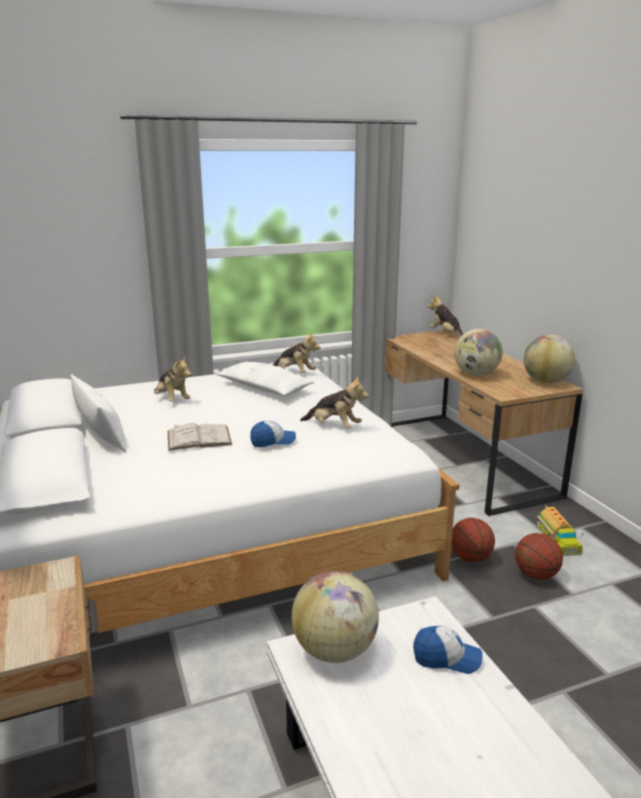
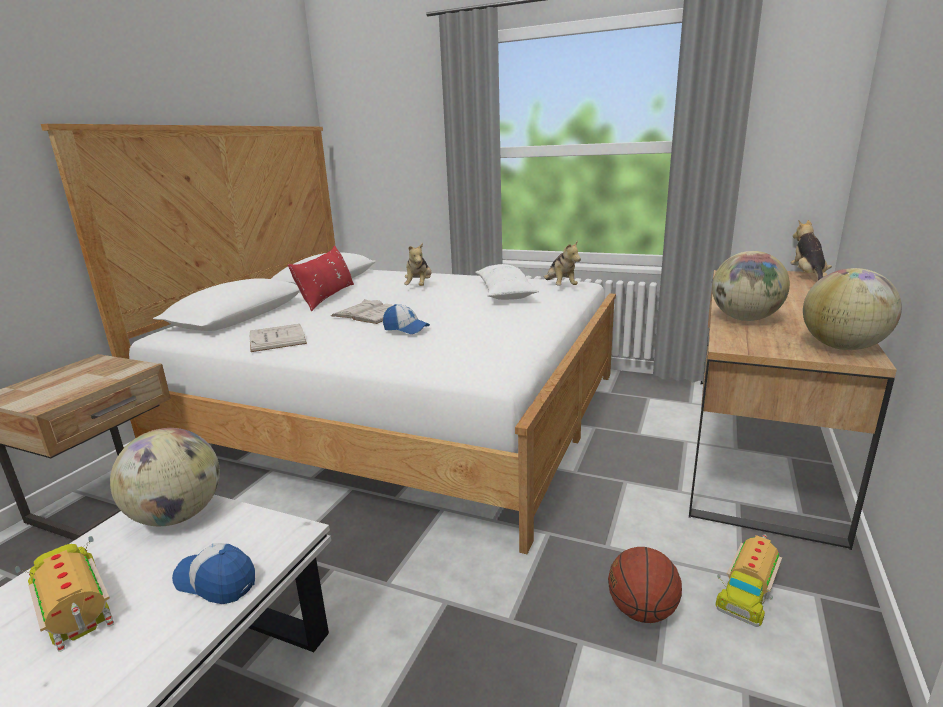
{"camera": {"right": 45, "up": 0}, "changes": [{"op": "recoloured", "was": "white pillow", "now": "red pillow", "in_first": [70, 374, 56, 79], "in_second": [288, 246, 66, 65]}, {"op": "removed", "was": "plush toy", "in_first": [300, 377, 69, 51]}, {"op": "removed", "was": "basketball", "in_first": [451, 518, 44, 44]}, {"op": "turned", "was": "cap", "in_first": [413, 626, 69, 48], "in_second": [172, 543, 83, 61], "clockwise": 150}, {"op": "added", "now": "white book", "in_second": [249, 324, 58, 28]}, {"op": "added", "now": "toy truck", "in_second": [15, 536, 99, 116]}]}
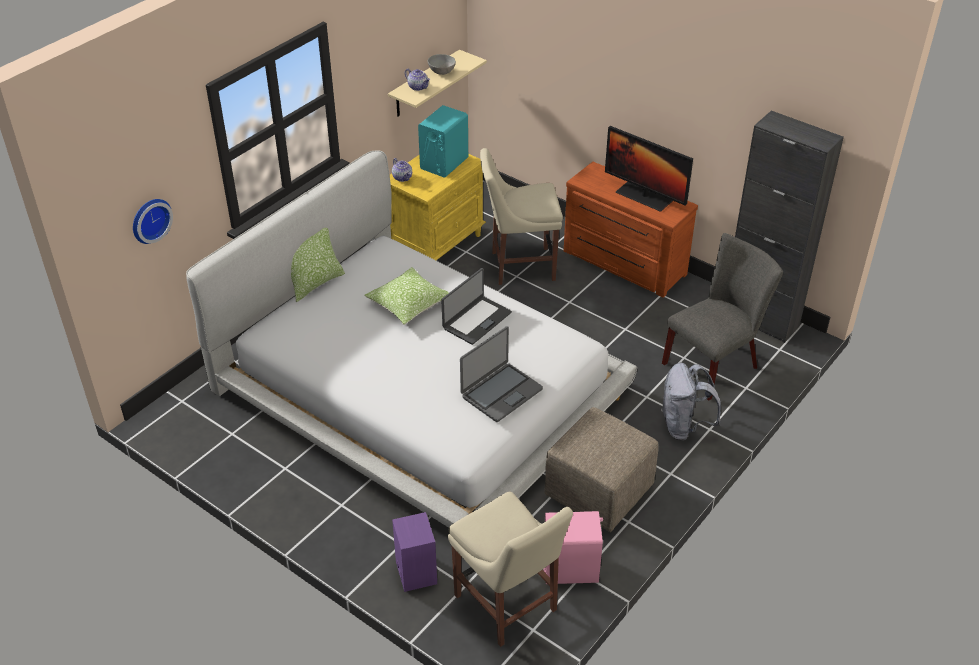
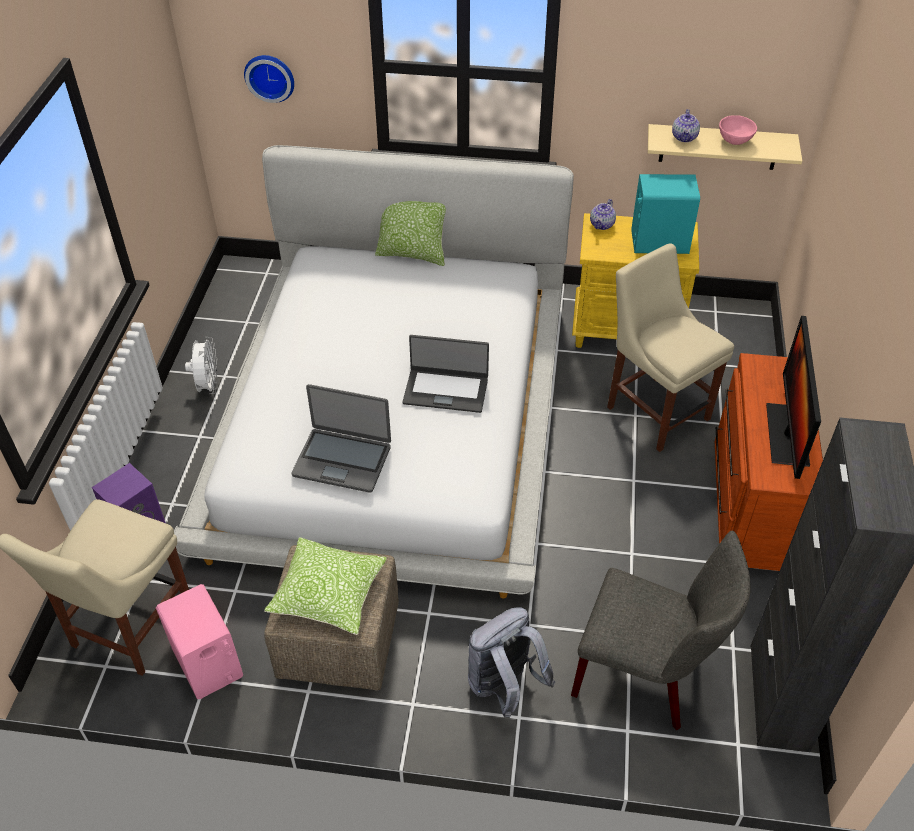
{"camera": {"right": 60, "up": 5}, "changes": [{"op": "recoloured", "was": "grey bowl", "now": "pink bowl", "in_first": [428, 54, 28, 21], "in_second": [719, 115, 38, 30]}, {"op": "moved", "was": "pillow", "in_first": [364, 267, 85, 58], "in_second": [264, 537, 123, 98]}, {"op": "added", "now": "white fan", "in_second": [185, 337, 33, 57]}]}
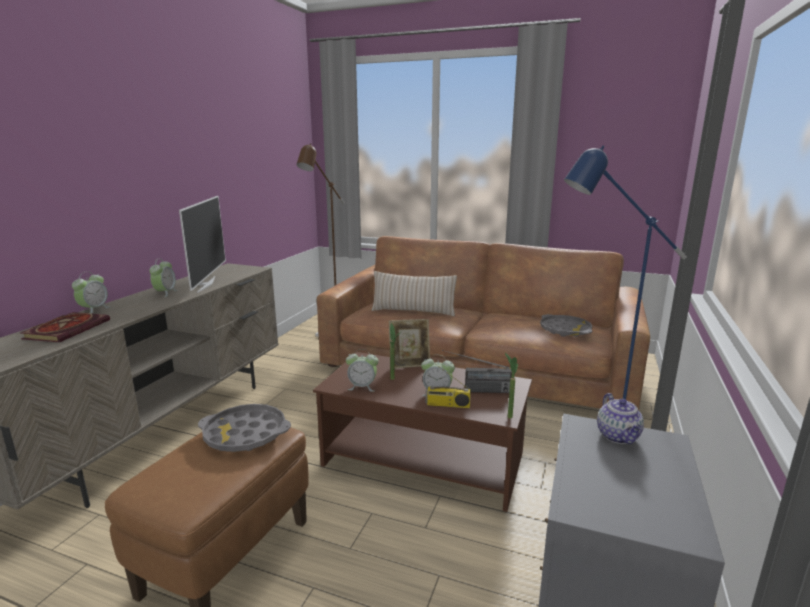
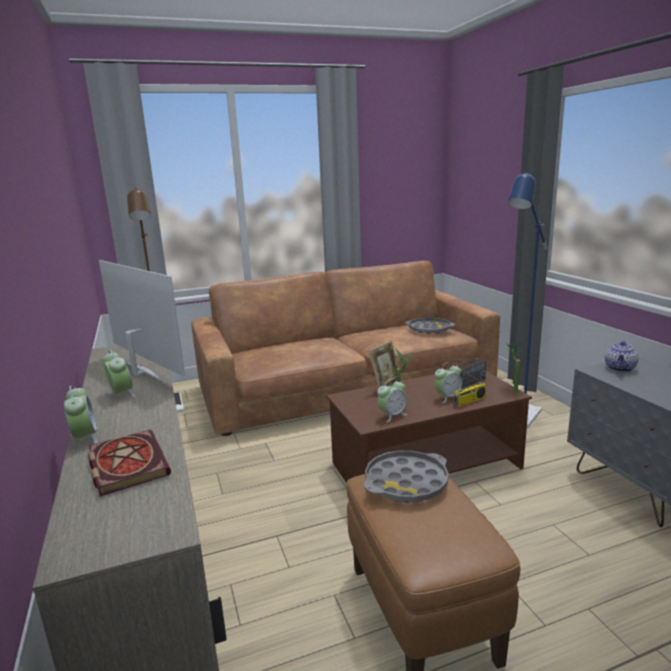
{"camera": {"right": -40, "up": 0}, "changes": [{"op": "removed", "was": "beige pillow", "in_first": [371, 271, 86, 45]}, {"op": "turned", "was": "teapot", "in_first": [597, 393, 47, 51], "in_second": [605, 341, 34, 31], "clockwise": 75}]}
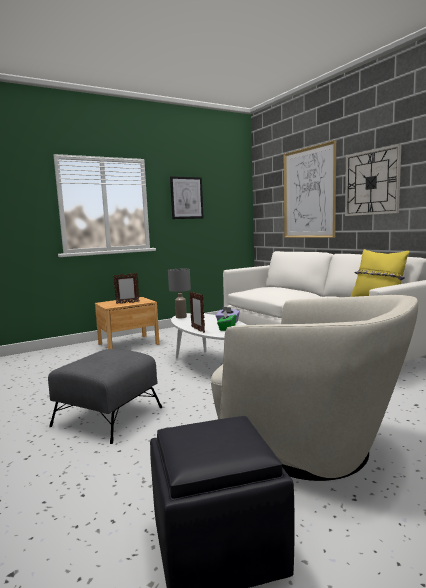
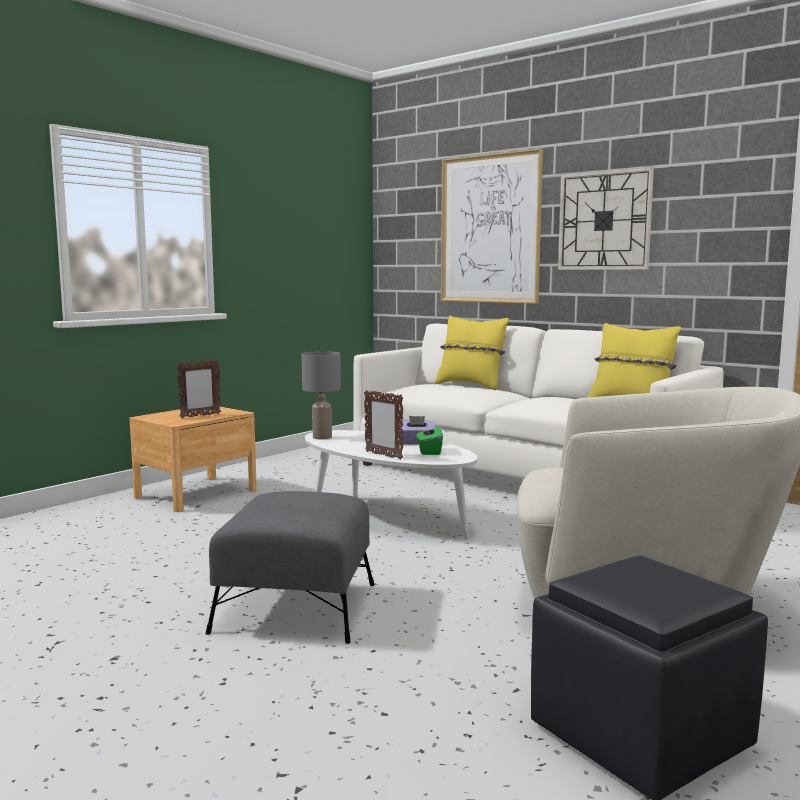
{"camera": {"right": -20, "up": 0}, "changes": [{"op": "removed", "was": "picture", "in_first": [170, 176, 34, 43]}, {"op": "added", "now": "yellow pillow", "in_second": [435, 316, 74, 74]}]}
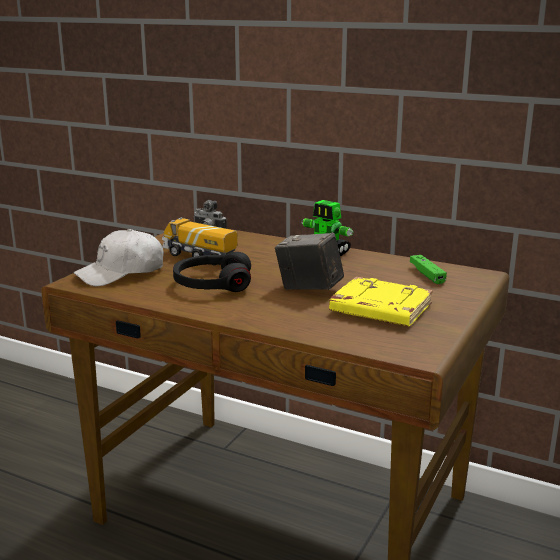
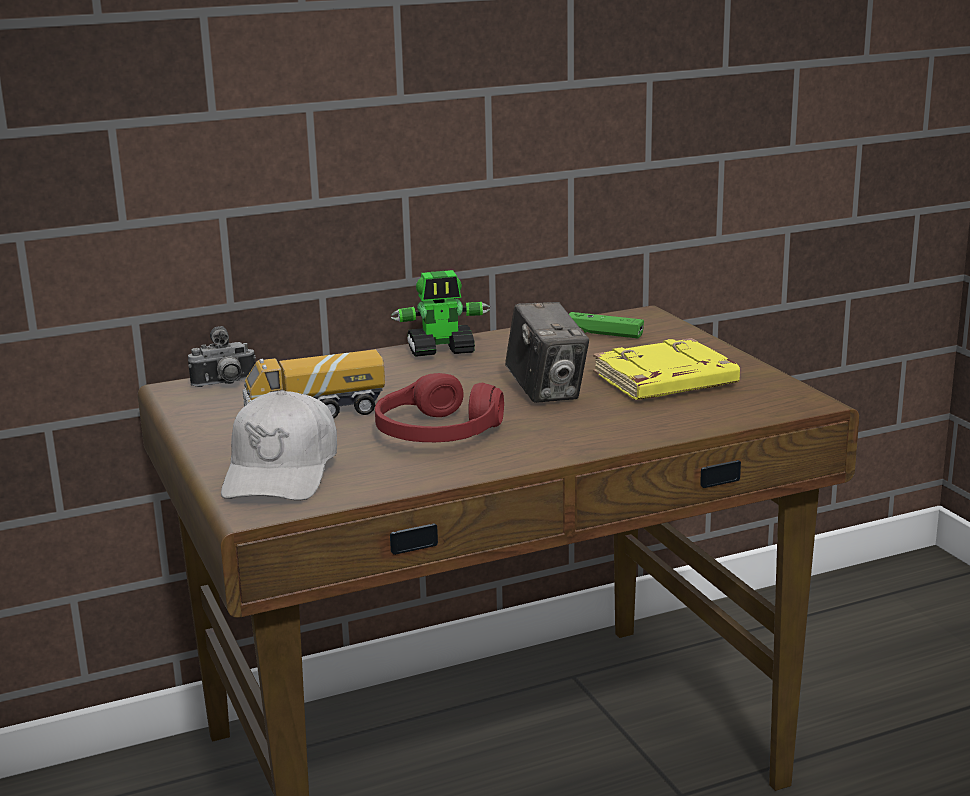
{"camera": {"right": -50, "up": 0}, "changes": [{"op": "turned", "was": "photo camera", "in_first": [275, 232, 69, 58], "in_second": [505, 302, 84, 101], "clockwise": -90}, {"op": "recoloured", "was": "black headphones", "now": "red headphones", "in_first": [173, 252, 78, 40], "in_second": [375, 373, 129, 69]}]}
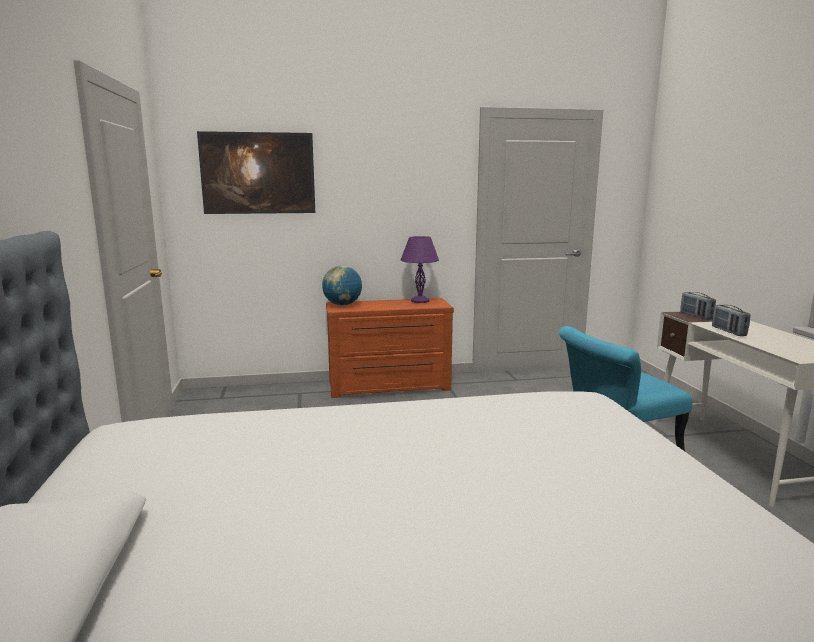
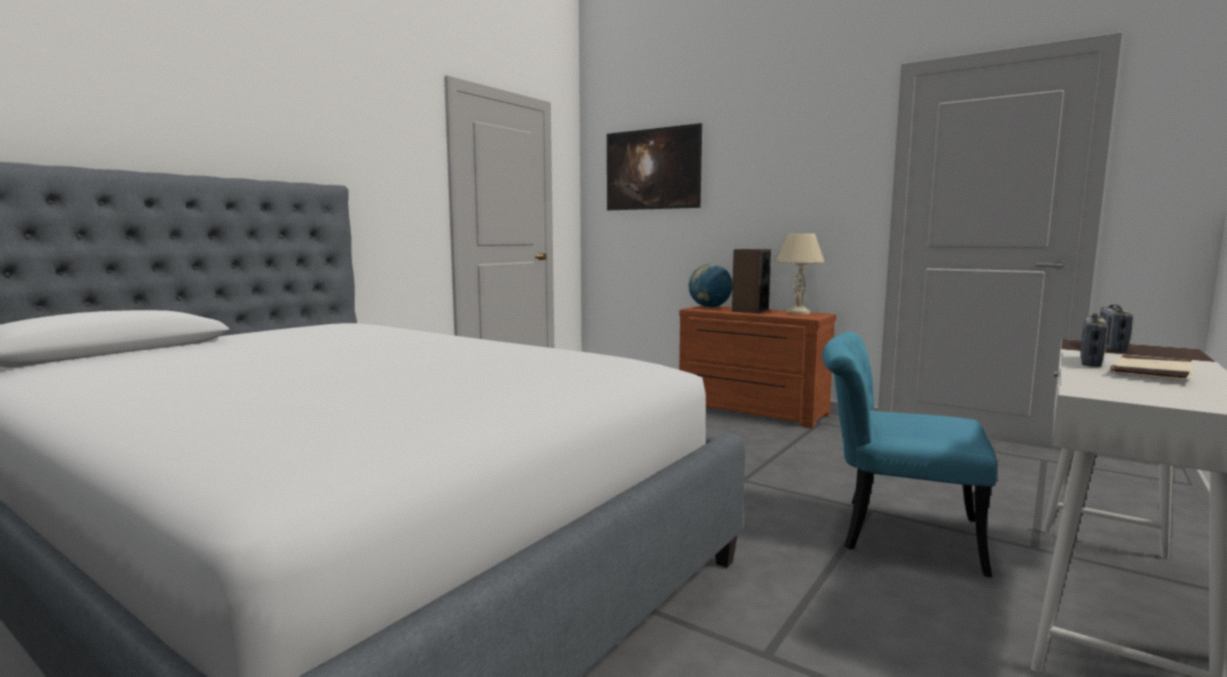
{"camera": {"right": 45, "up": -5}, "changes": [{"op": "recoloured", "was": "purple table lamp", "now": "beige table lamp", "in_first": [401, 236, 38, 67], "in_second": [776, 233, 48, 81]}, {"op": "added", "now": "speaker", "in_second": [732, 249, 39, 64]}, {"op": "added", "now": "beige book", "in_second": [1110, 355, 84, 26]}]}
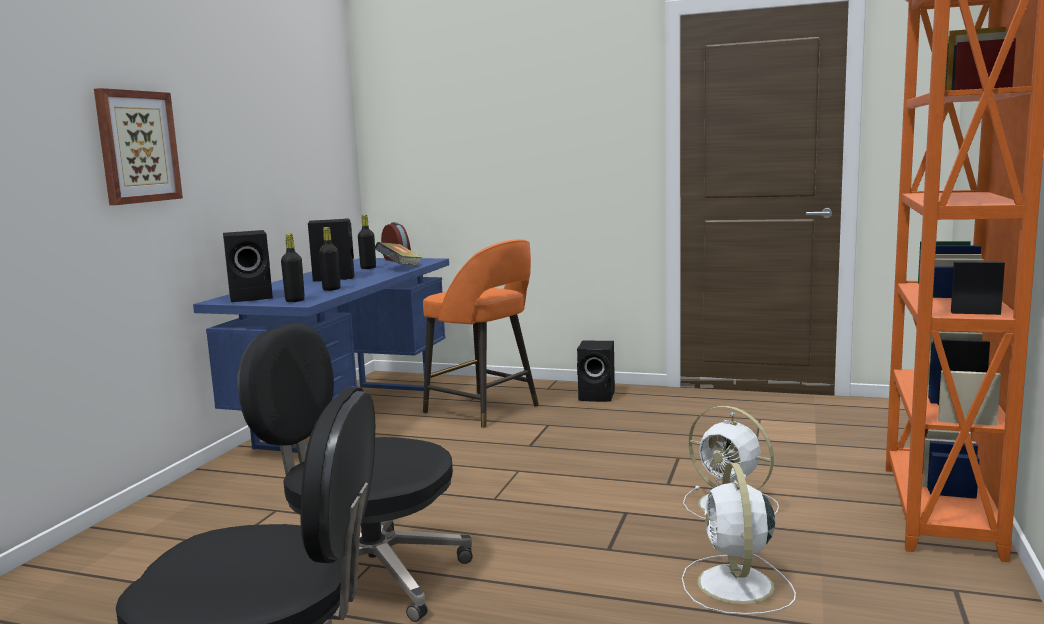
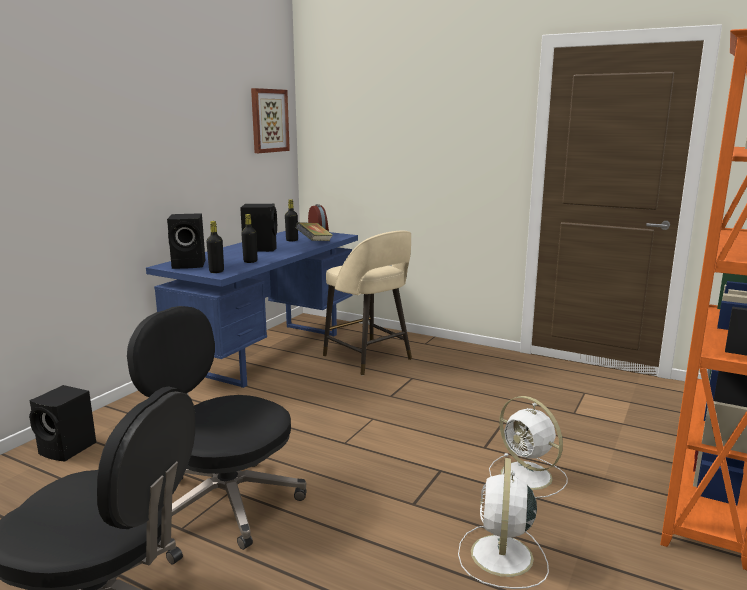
{"camera": {"right": 10, "up": 5}, "changes": [{"op": "moved", "was": "picture", "in_first": [94, 88, 89, 117], "in_second": [251, 88, 39, 65]}, {"op": "recoloured", "was": "orange stool", "now": "beige stool", "in_first": [423, 239, 116, 189], "in_second": [323, 230, 89, 145]}, {"op": "moved", "was": "black speaker", "in_first": [577, 340, 38, 62], "in_second": [29, 385, 67, 76]}]}
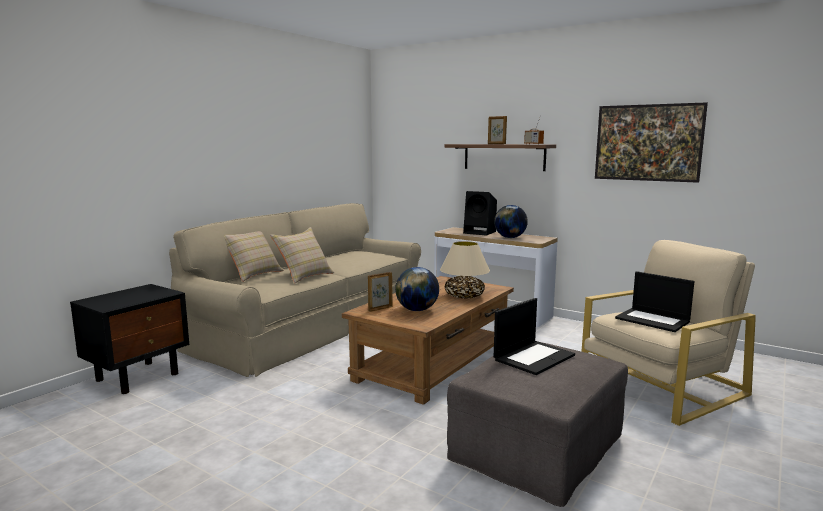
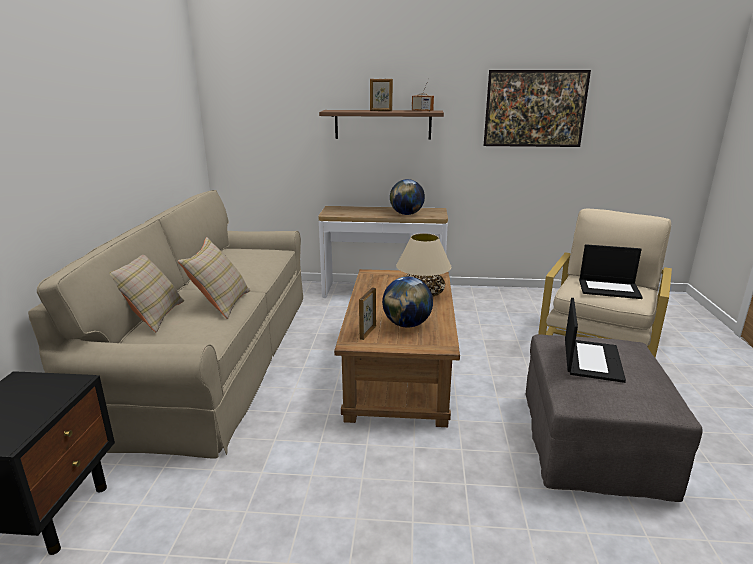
{"camera": {"right": -30, "up": 10}, "changes": [{"op": "removed", "was": "black speaker", "in_first": [463, 191, 34, 45]}]}
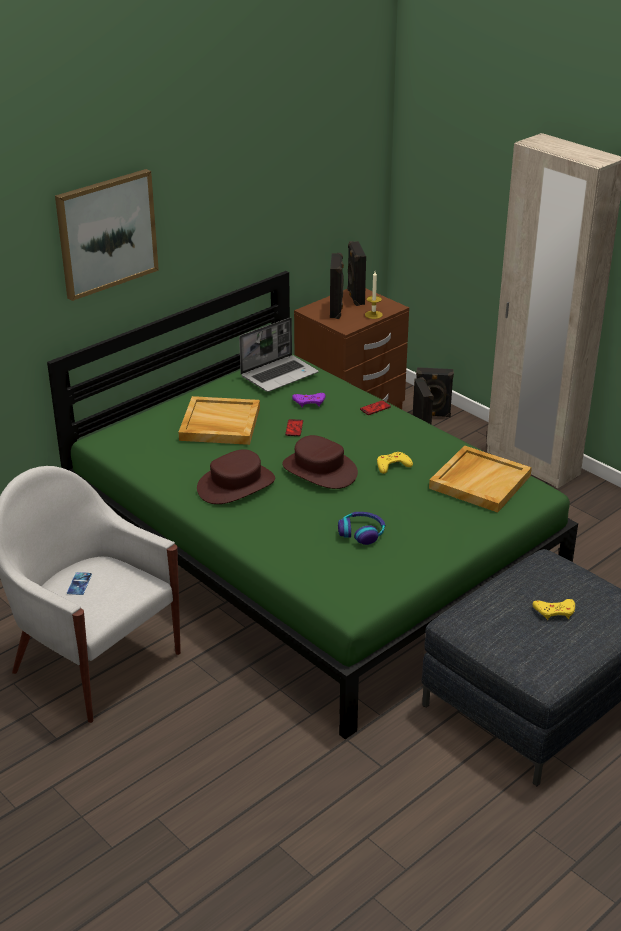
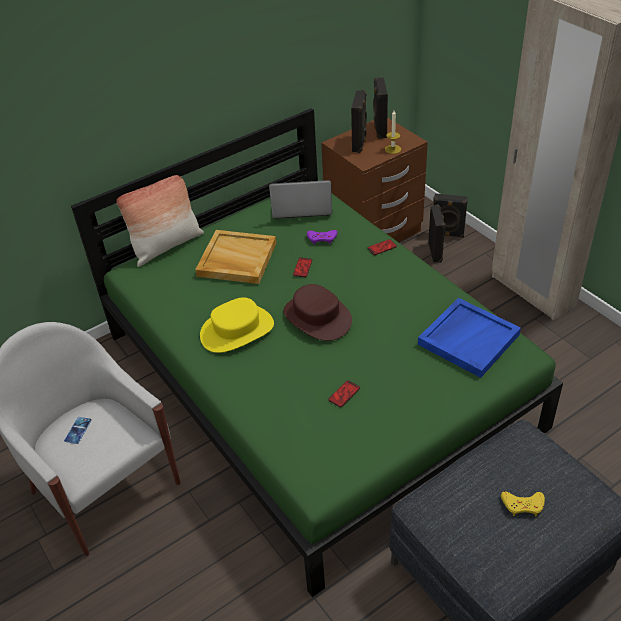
{"camera": {"right": 10, "up": 10}, "changes": [{"op": "removed", "was": "picture", "in_first": [55, 169, 104, 132]}, {"op": "turned", "was": "laptop", "in_first": [239, 317, 80, 75], "in_second": [269, 180, 63, 39], "clockwise": -150}, {"op": "recoloured", "was": "beige tray", "now": "blue tray", "in_first": [429, 445, 103, 68], "in_second": [418, 298, 103, 80]}, {"op": "recoloured", "was": "brown hat", "now": "yellow hat", "in_first": [197, 449, 78, 55], "in_second": [200, 297, 74, 56]}, {"op": "removed", "was": "yellow game controller", "in_first": [377, 452, 36, 22]}, {"op": "replaced", "was": "headphones", "now": "phone", "in_first": [338, 512, 47, 33], "in_second": [329, 380, 31, 27]}, {"op": "added", "now": "pillow", "in_second": [116, 175, 88, 92]}]}
